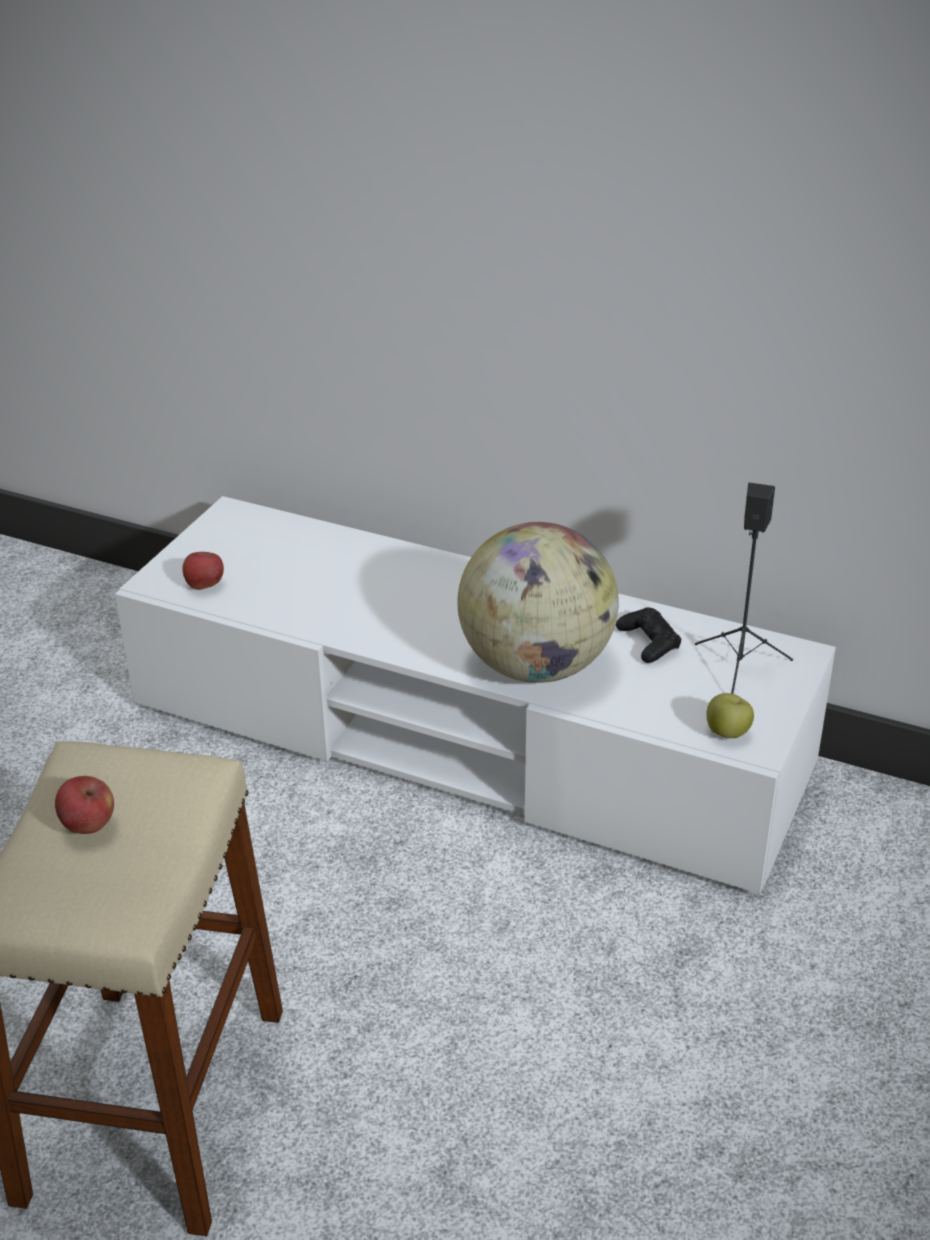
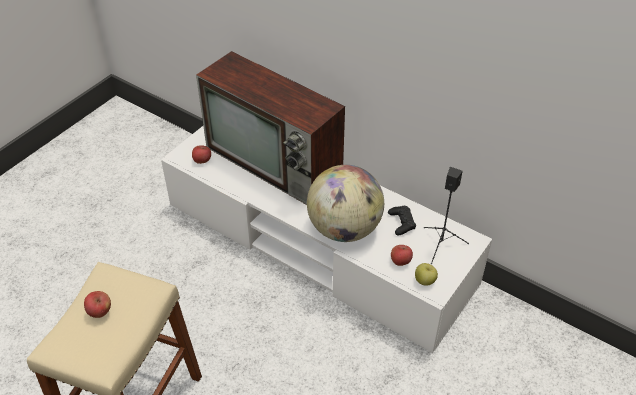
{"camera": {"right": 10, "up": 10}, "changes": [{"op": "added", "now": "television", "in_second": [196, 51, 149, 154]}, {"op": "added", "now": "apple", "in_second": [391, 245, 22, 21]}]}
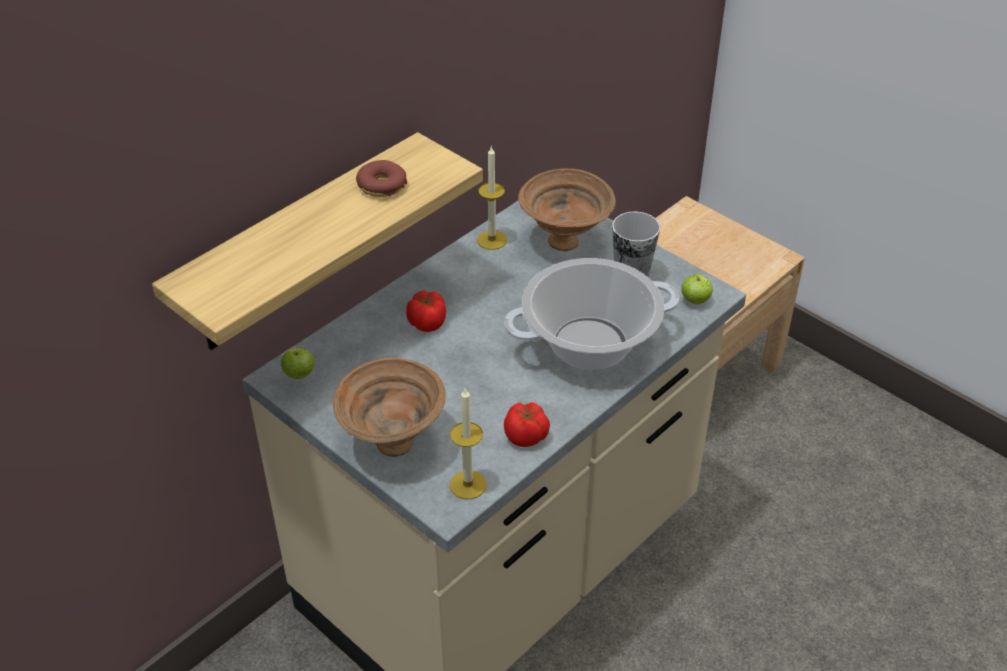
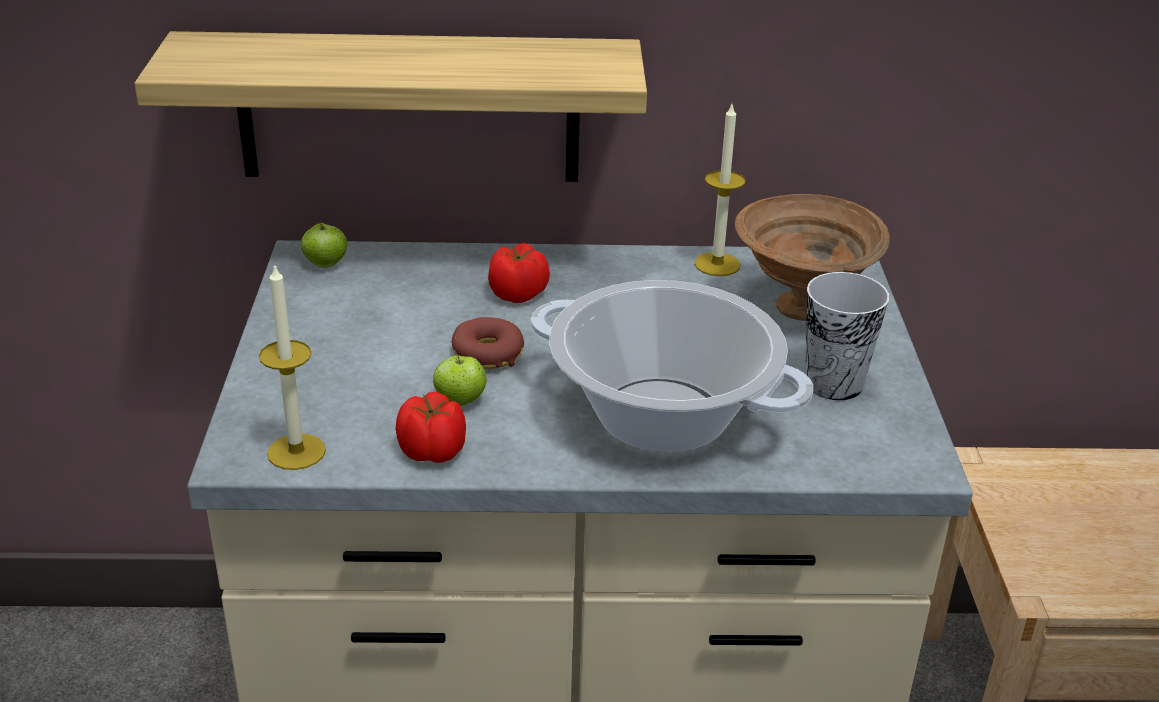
{"camera": {"right": 45, "up": -10}, "changes": [{"op": "moved", "was": "donut", "in_first": [356, 160, 51, 37], "in_second": [452, 317, 72, 52]}, {"op": "moved", "was": "apple", "in_first": [681, 274, 32, 30], "in_second": [433, 349, 54, 57]}, {"op": "removed", "was": "brown bowl", "in_first": [333, 358, 113, 99]}]}
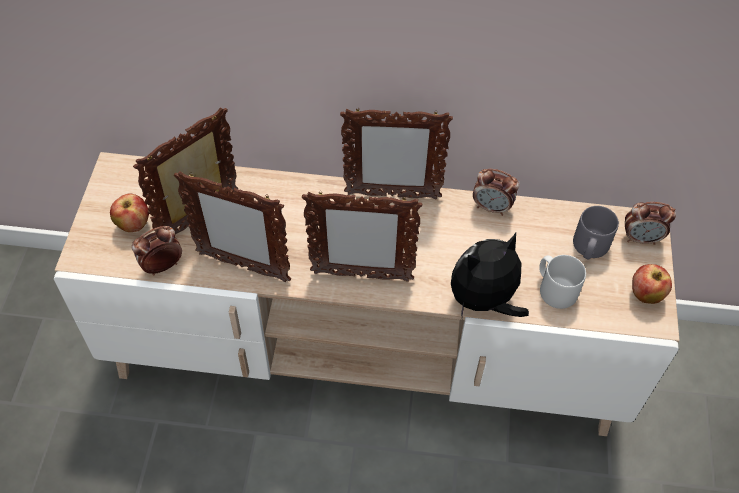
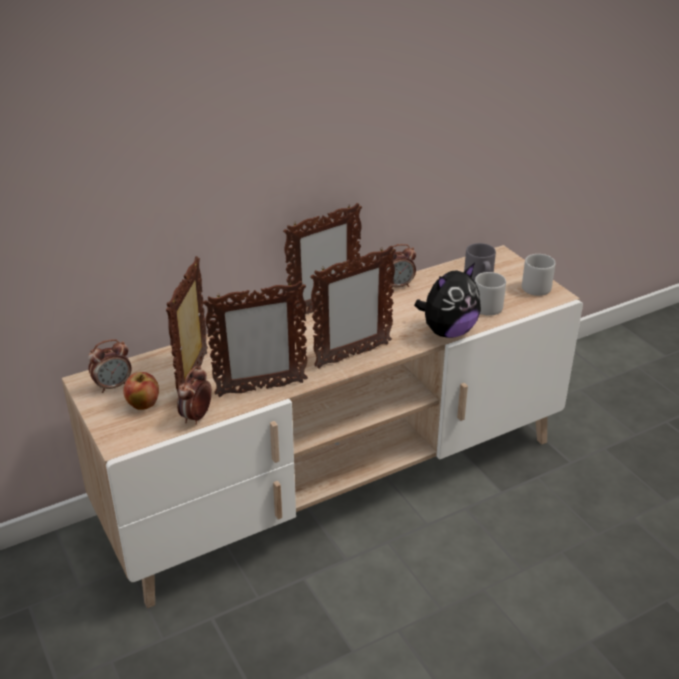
{"camera": {"right": -35, "up": -20}, "changes": [{"op": "moved", "was": "alarm clock", "in_first": [625, 202, 51, 43], "in_second": [88, 339, 44, 54]}, {"op": "turned", "was": "plush toy", "in_first": [451, 233, 78, 84], "in_second": [414, 263, 67, 75], "clockwise": -150}, {"op": "replaced", "was": "apple", "now": "grey mug", "in_first": [632, 264, 40, 40], "in_second": [522, 254, 33, 42]}]}
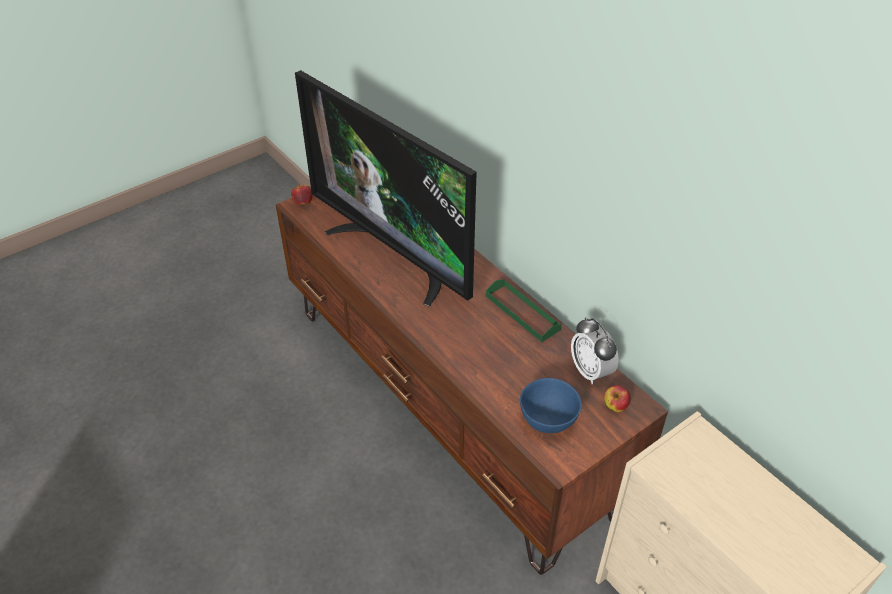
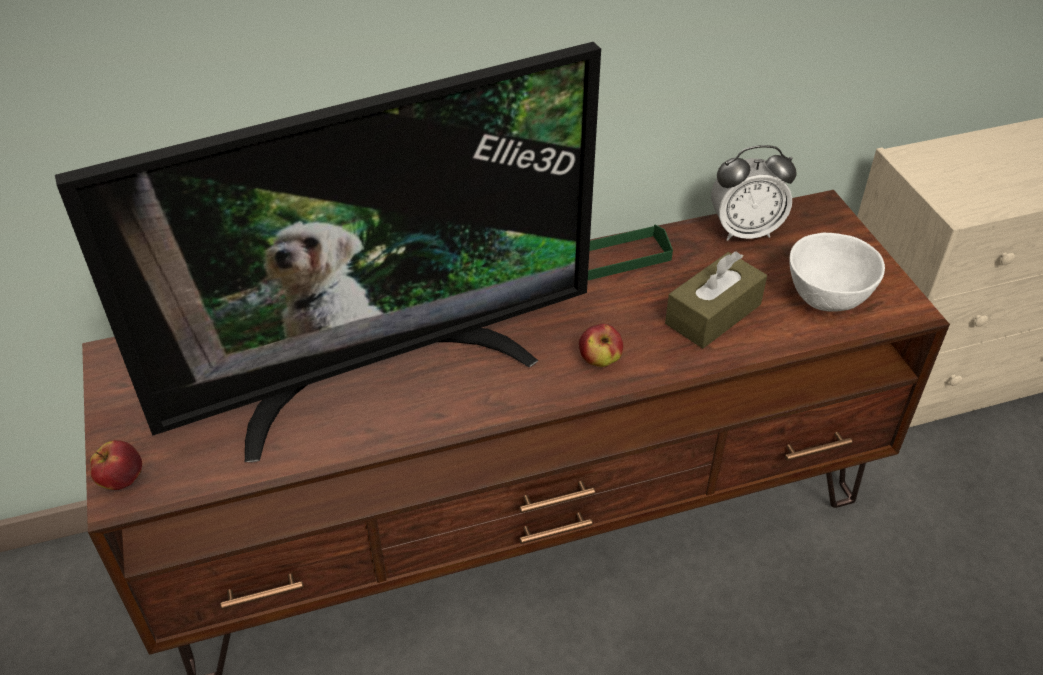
{"camera": {"right": -70, "up": 0}, "changes": [{"op": "recoloured", "was": "blue bowl", "now": "white bowl", "in_first": [520, 378, 62, 55], "in_second": [789, 233, 96, 79]}, {"op": "moved", "was": "apple", "in_first": [604, 385, 27, 27], "in_second": [579, 324, 44, 43]}, {"op": "added", "now": "brown tissue box", "in_second": [665, 251, 102, 97]}]}
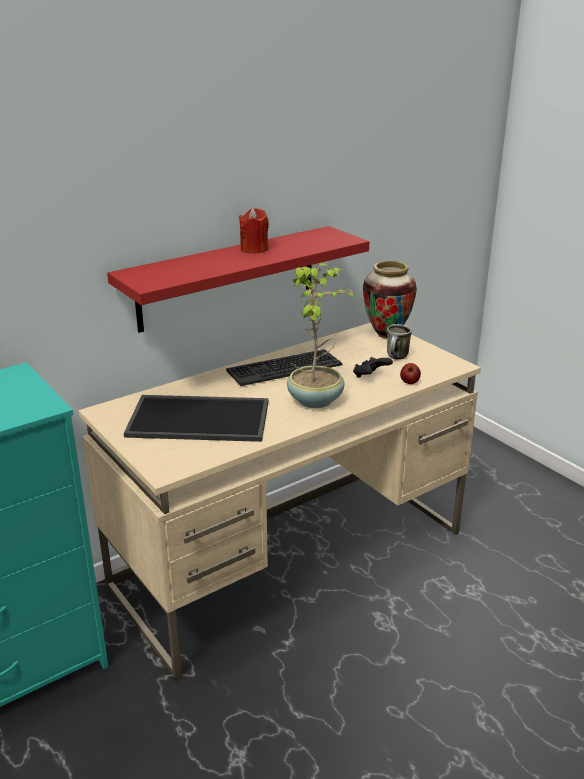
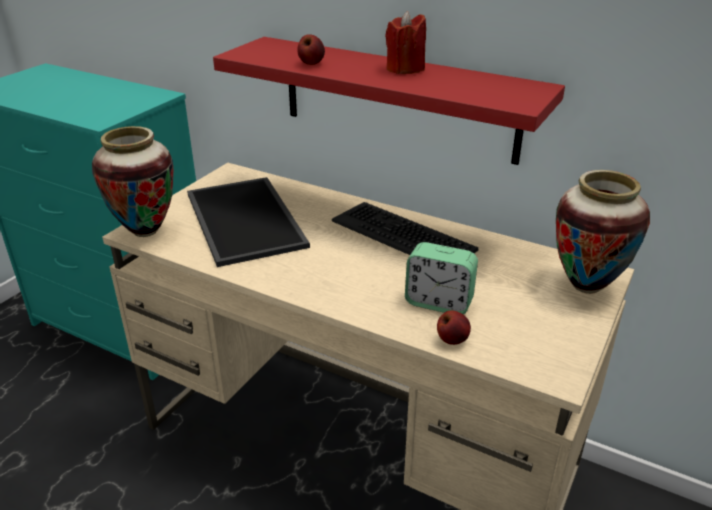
{"camera": {"right": 65, "up": 5}, "changes": [{"op": "removed", "was": "potted plant", "in_first": [287, 263, 67, 145]}, {"op": "removed", "was": "mug", "in_first": [387, 324, 25, 36]}, {"op": "replaced", "was": "black game controller", "now": "alarm clock", "in_first": [353, 357, 40, 21], "in_second": [405, 242, 73, 72]}, {"op": "added", "now": "apple", "in_second": [297, 34, 28, 31]}, {"op": "added", "now": "vase", "in_second": [92, 126, 81, 111]}]}
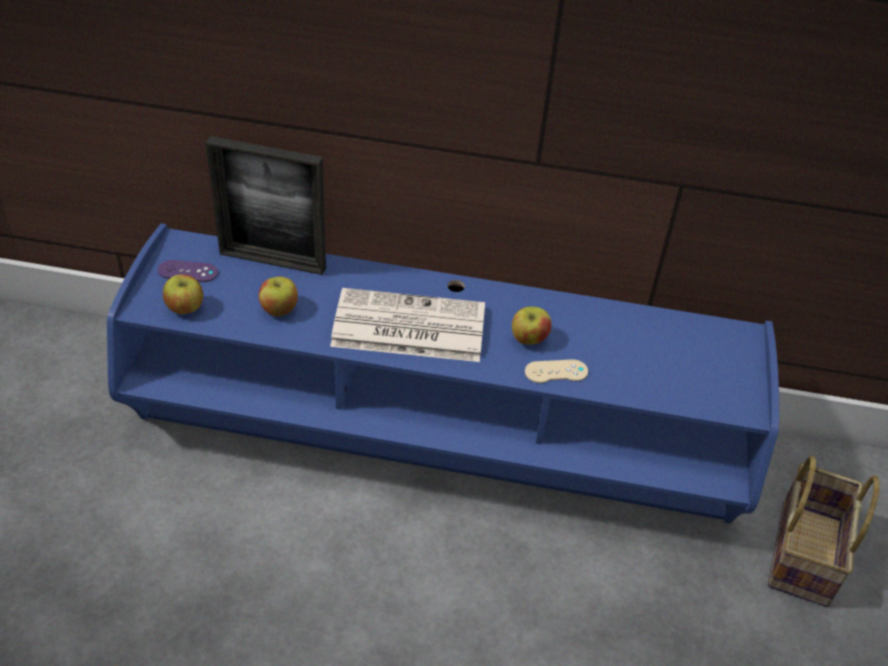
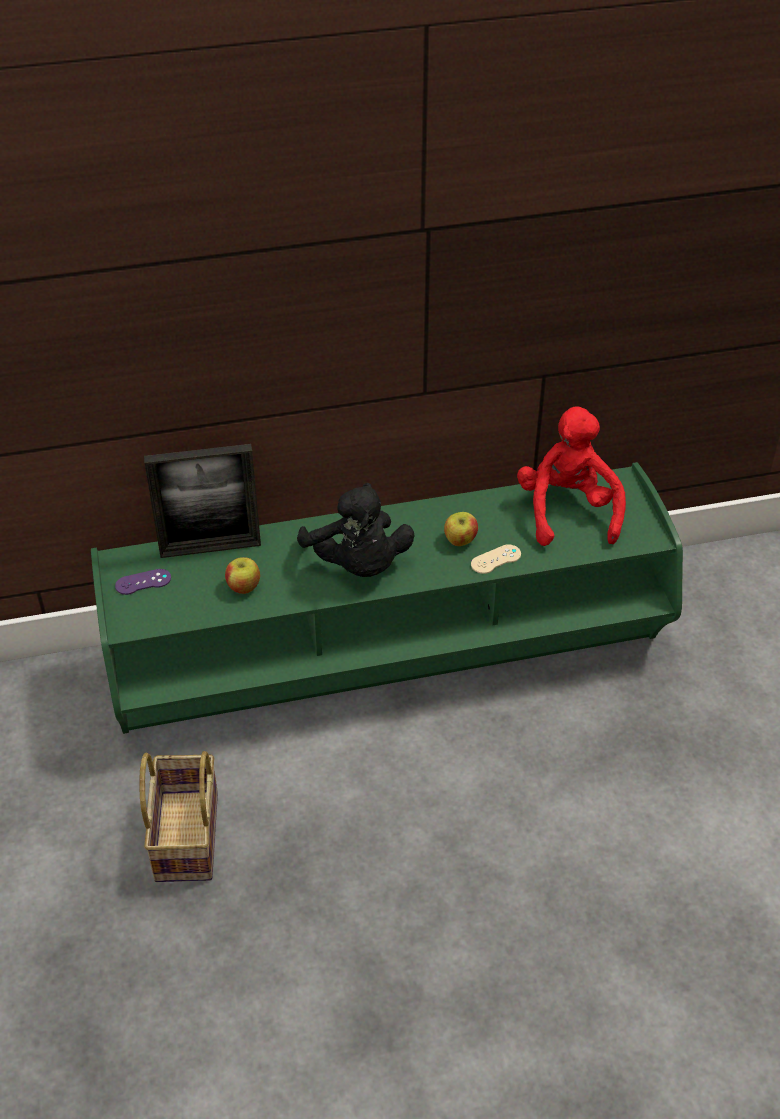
{"camera": {"right": -20, "up": 0}, "changes": [{"op": "recoloured", "was": "blue tv stand", "now": "green tv stand", "in_first": [107, 223, 672, 301], "in_second": [91, 462, 592, 272]}, {"op": "removed", "was": "apple", "in_first": [163, 275, 40, 39]}, {"op": "replaced", "was": "newspaper", "now": "black plush toy", "in_first": [330, 288, 155, 74], "in_second": [297, 483, 118, 94]}, {"op": "moved", "was": "basket", "in_first": [768, 456, 112, 151], "in_second": [139, 751, 79, 131]}, {"op": "added", "now": "red plush toy", "in_second": [517, 406, 109, 140]}]}
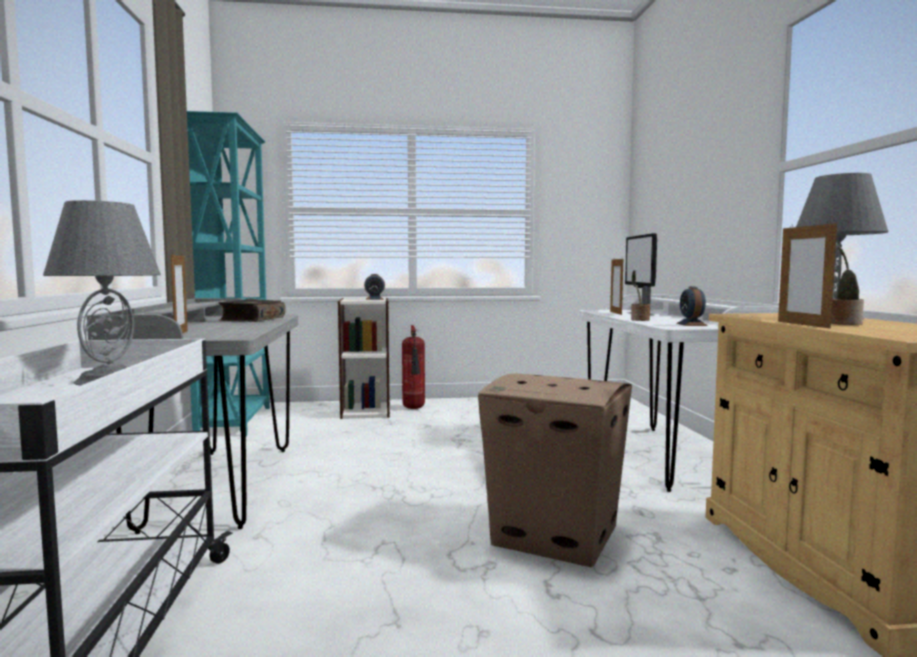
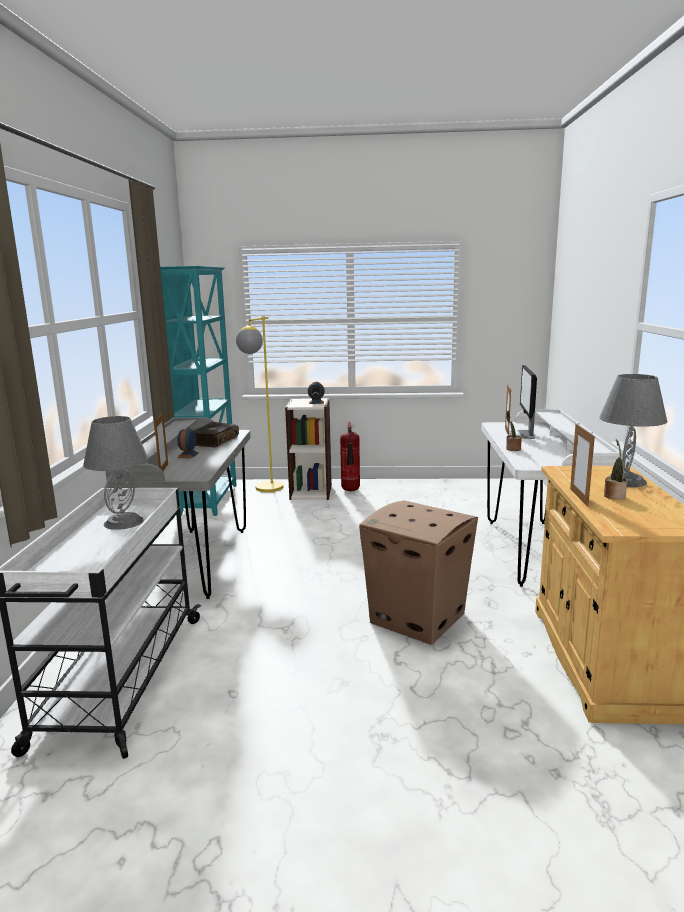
{"camera": {"right": 10, "up": 10}, "changes": [{"op": "moved", "was": "alarm clock", "in_first": [676, 286, 32, 40], "in_second": [177, 427, 22, 31]}, {"op": "added", "now": "yellow floor lamp", "in_second": [236, 316, 47, 176]}]}
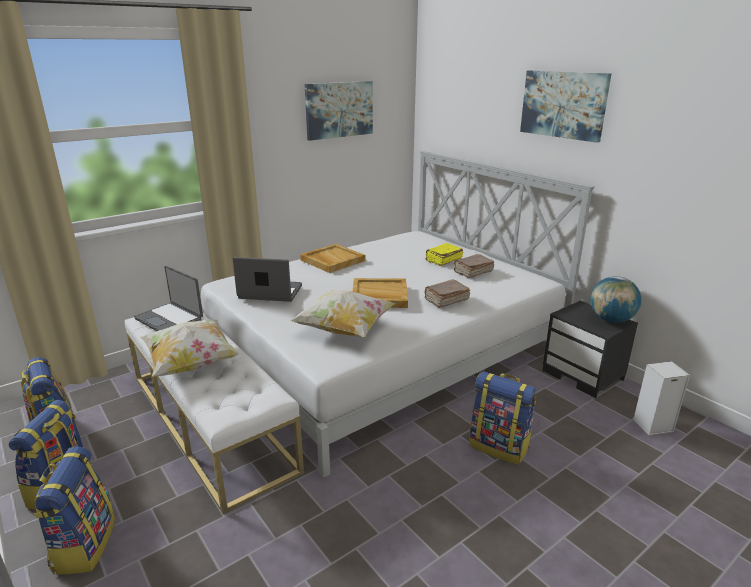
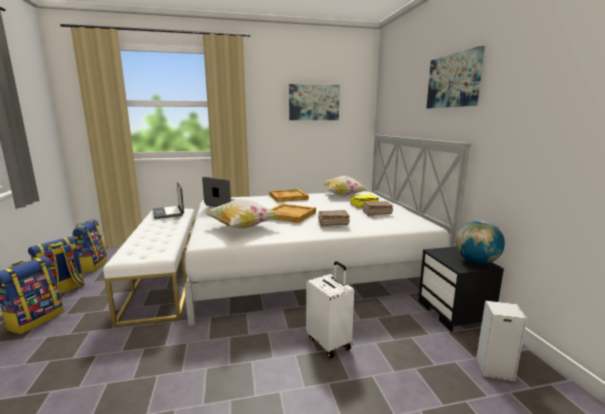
{"camera": {"right": 25, "up": -10}, "changes": [{"op": "moved", "was": "pillow", "in_first": [140, 320, 101, 57], "in_second": [322, 175, 45, 21]}, {"op": "replaced", "was": "backpack", "now": "white suitcase", "in_first": [469, 371, 67, 94], "in_second": [306, 261, 48, 97]}]}
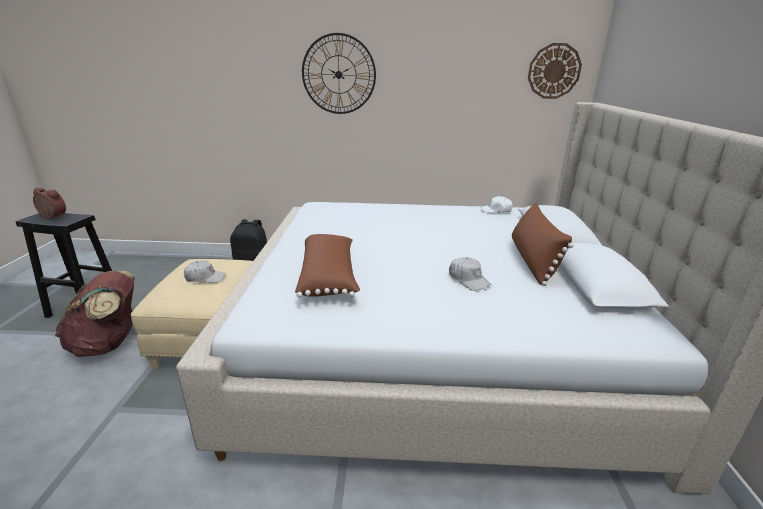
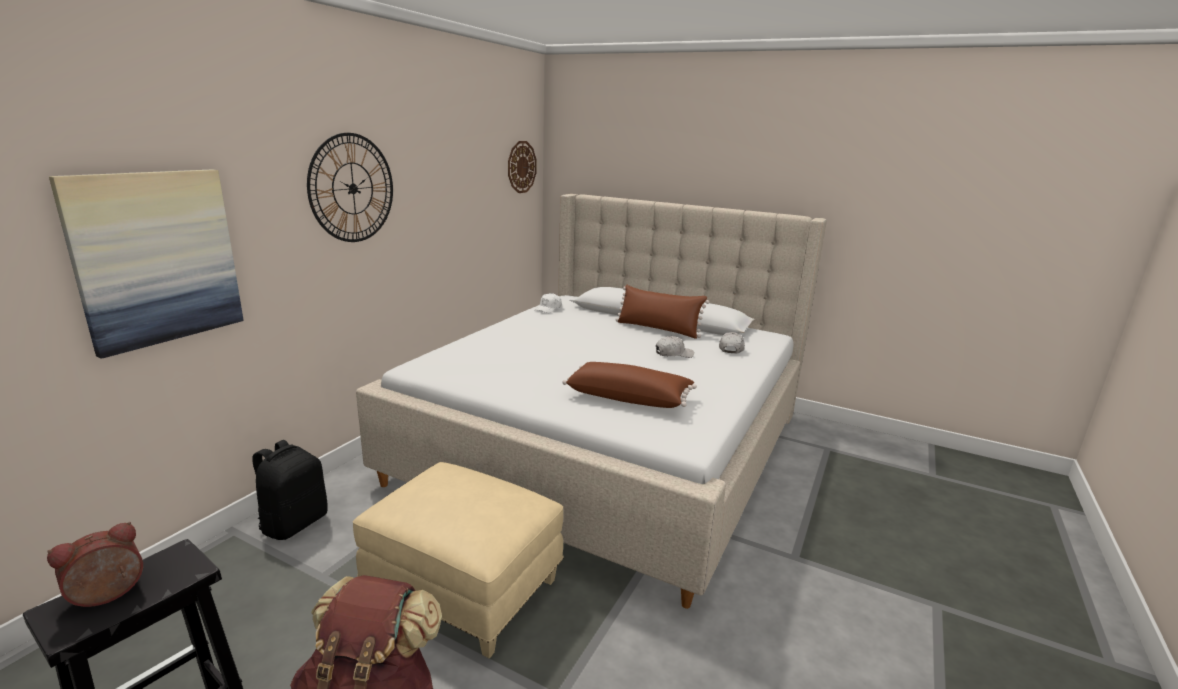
{"camera": {"right": -65, "up": -5}, "changes": [{"op": "moved", "was": "white cap", "in_first": [184, 260, 41, 23], "in_second": [719, 332, 26, 22]}, {"op": "added", "now": "picture", "in_second": [49, 169, 194, 189]}]}
